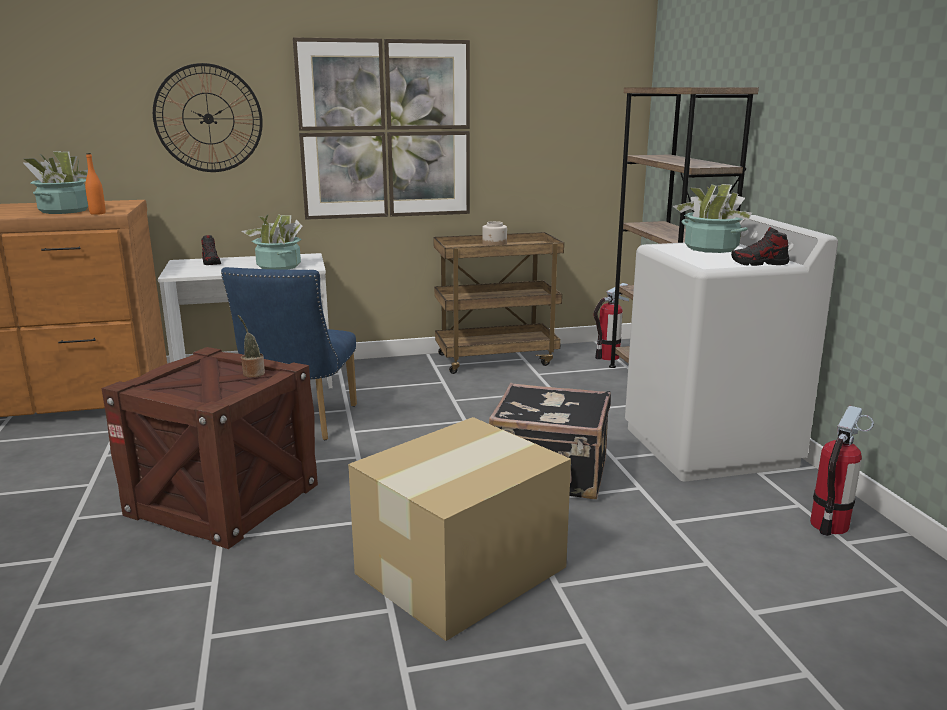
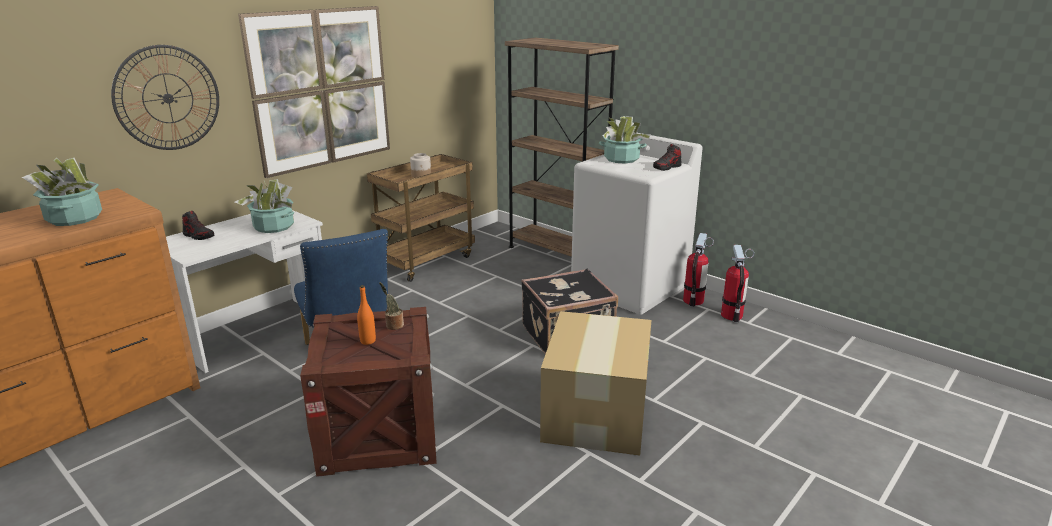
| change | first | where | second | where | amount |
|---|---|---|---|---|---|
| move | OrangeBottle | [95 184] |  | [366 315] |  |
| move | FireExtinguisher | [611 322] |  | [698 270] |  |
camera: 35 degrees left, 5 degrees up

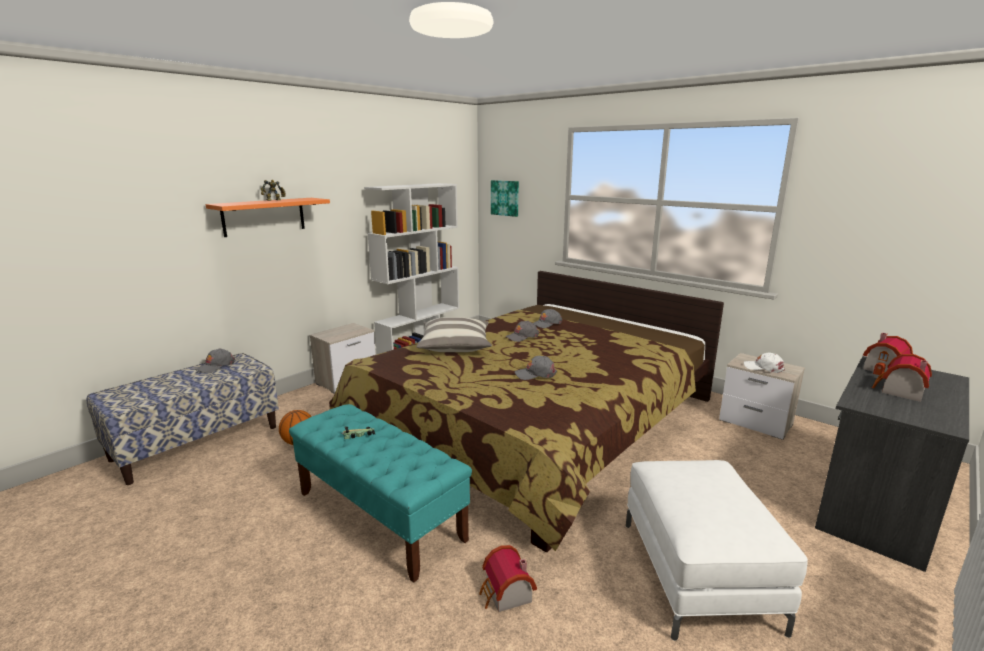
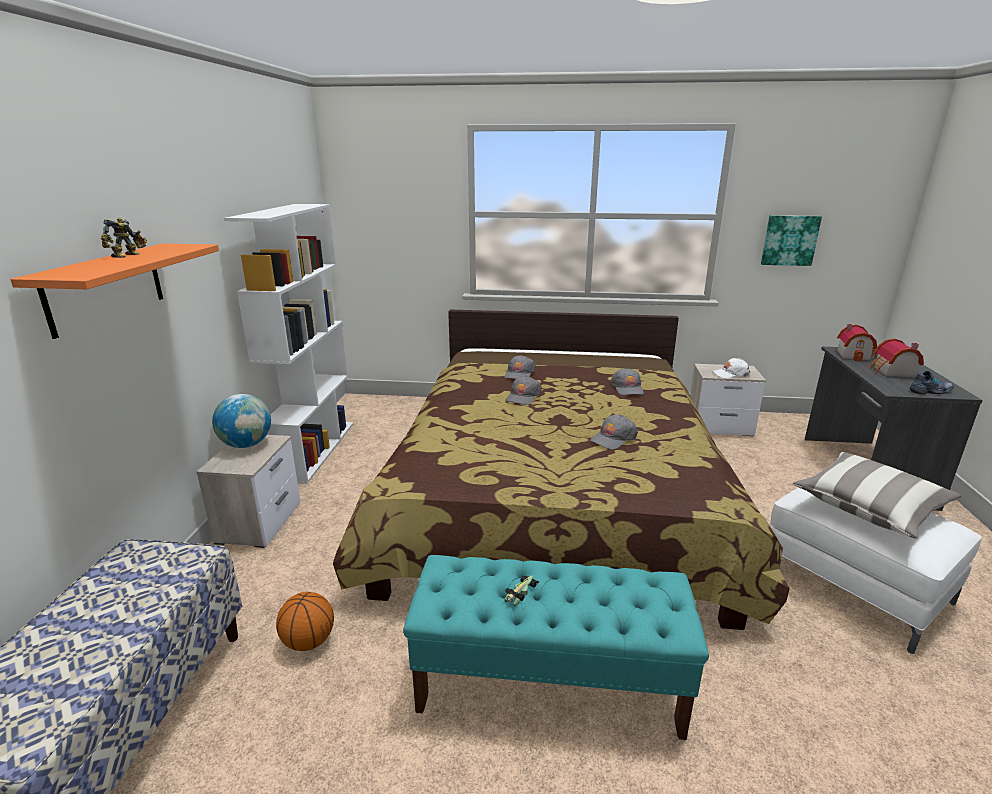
| change | first | where | second | where | amount |
|---|---|---|---|---|---|
| move | Picture | [505 198] |  | [791 240] |  |
| move | Pillow | [454 334] |  | [876 495] |  |
| move | GreyCap | [215 360] |  | [627 381] |  |
| delete | ToyHouse | [508 578] |  |  |  |
| insert |  |  | Shoe | [931 382] |  |
| insert |  |  | Globe | [241 421] |  |
camera: 35 degrees left, 5 degrees up

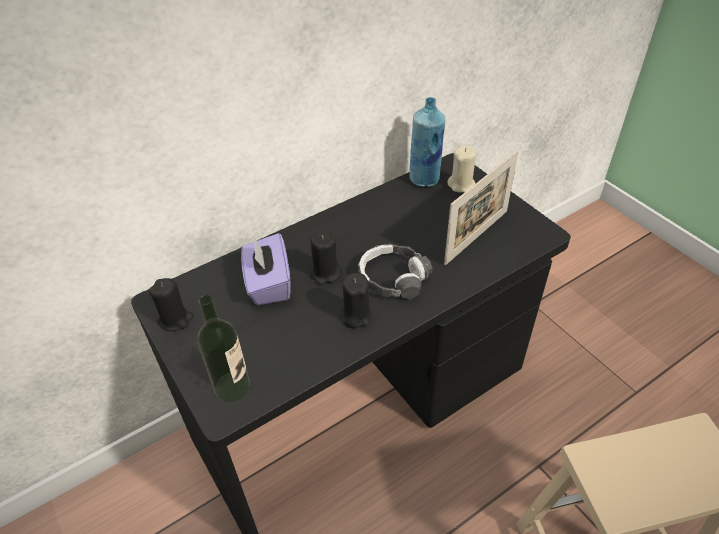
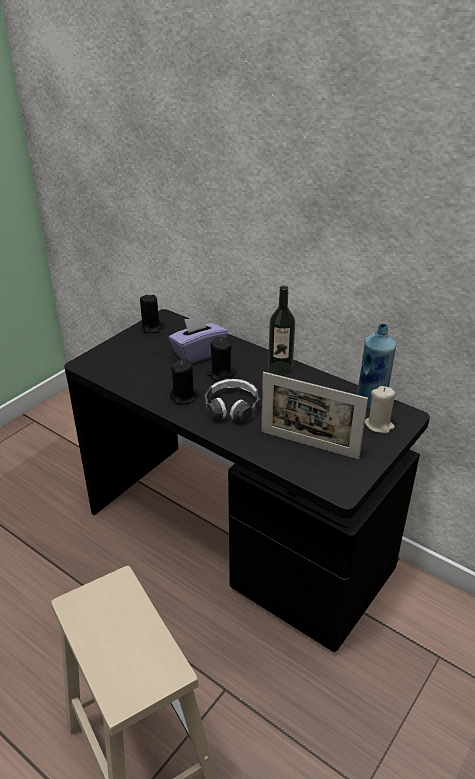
| change | first | where | second | where | amount |
|---|---|---|---|---|---|
| move | Bottle | [223 348] |  | [281 330] |  |
camera: 70 degrees right, 10 degrees down

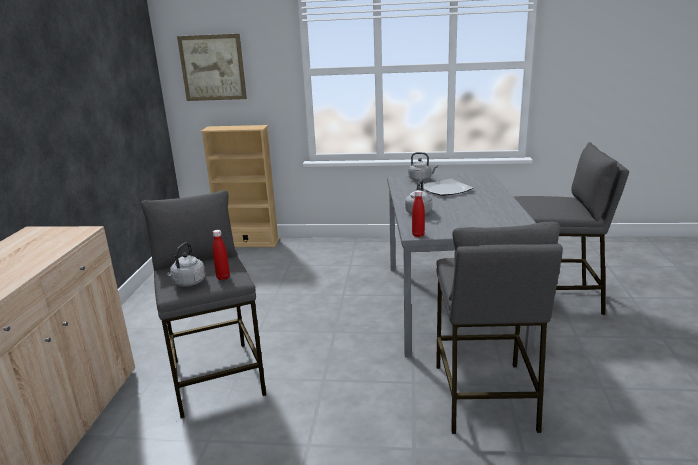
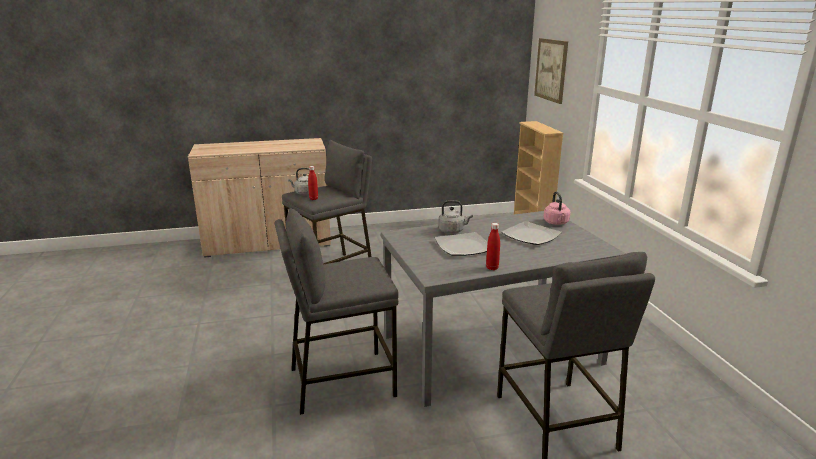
| change | first | where | second | where | amount |
|---|---|---|---|---|---|
| recolor | GreyKettle | [423 166] | PinkKettle | [557 208] |  |
| move | RedBottle | [418 213] |  | [493 246] |  |
| insert |  |  | Plate | [461 244] |  |
camera: 70 degrees right, 0 degrees up

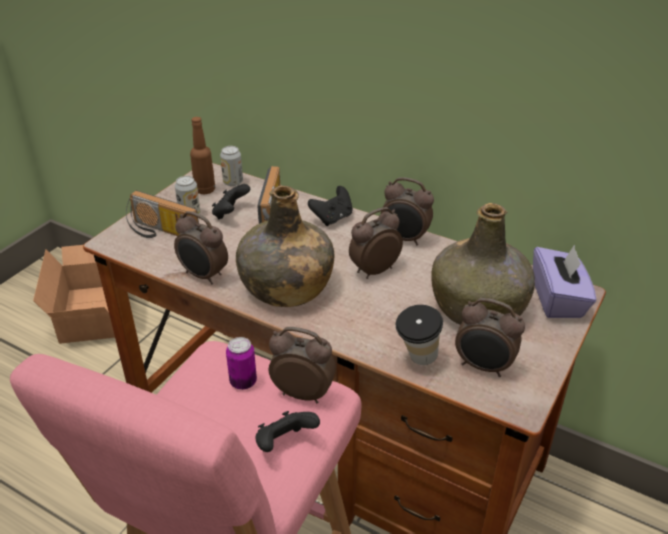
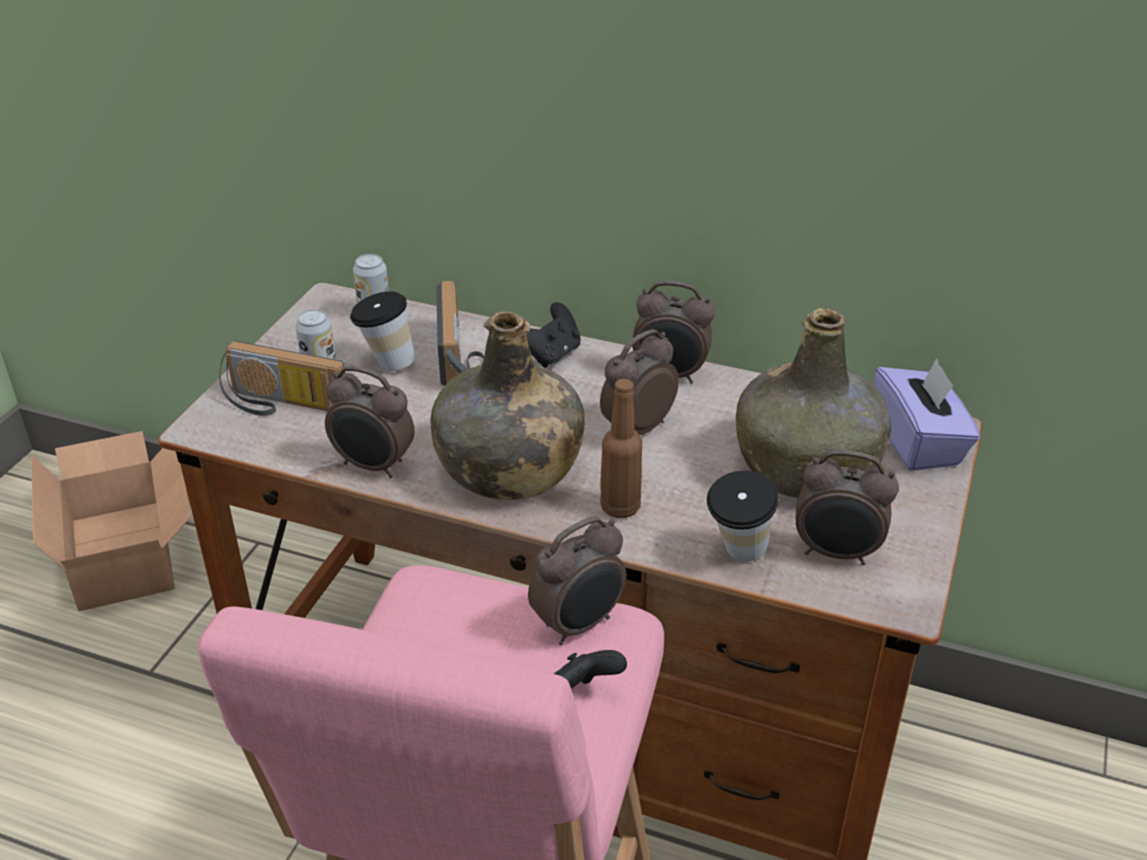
| change | first | where | second | where | amount |
|---|---|---|---|---|---|
| move | BrownBottle | [202 155] |  | [621 448] |  |
| replace | BlackGameController | [231 202] | Cup | [382 331] |  |
| rotate | AlarmClock | [302 365] |  | [577 580] | 135 degrees clockwise |
| delete | Can | [241 363] |  |  |  |
camera: 10 degrees left, 0 degrees up

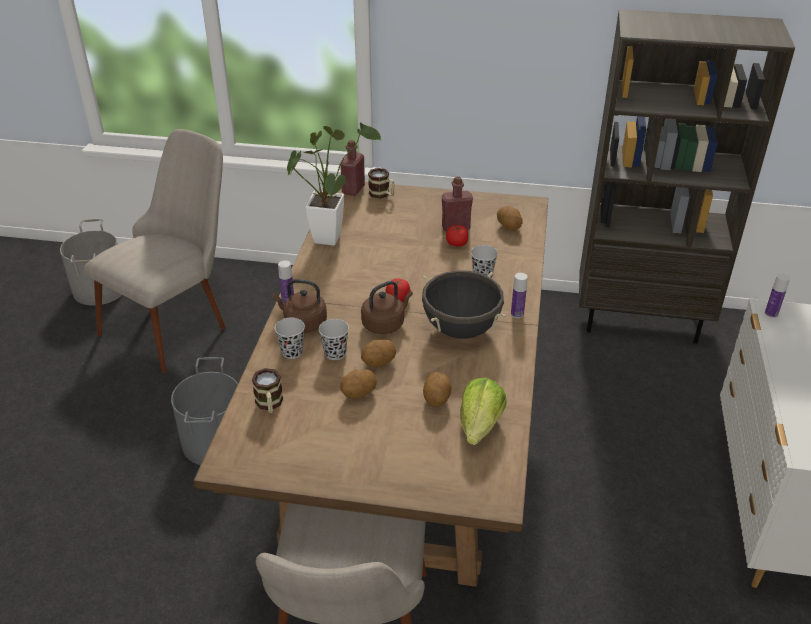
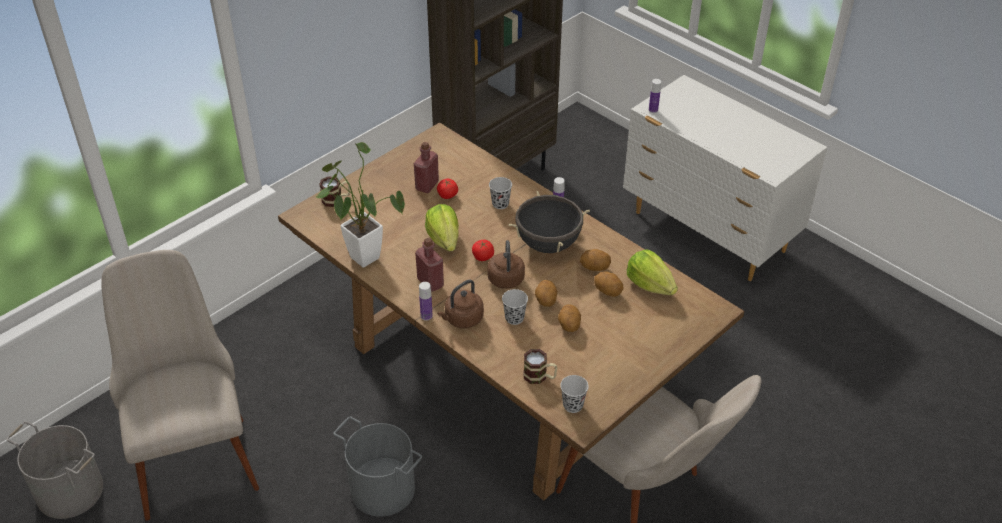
| change | first | where | second | where | amount |
|---|---|---|---|---|---|
| move | RedBottle | [352 168] |  | [429 265] |  |
| move | Potato | [510 218] |  | [595 260] |  |
| move | BlackCup | [289 338] |  | [574 394] |  |
| insert |  |  | Lettuce | [442 228] |  |
camera: 55 degrees left, 5 degrees up

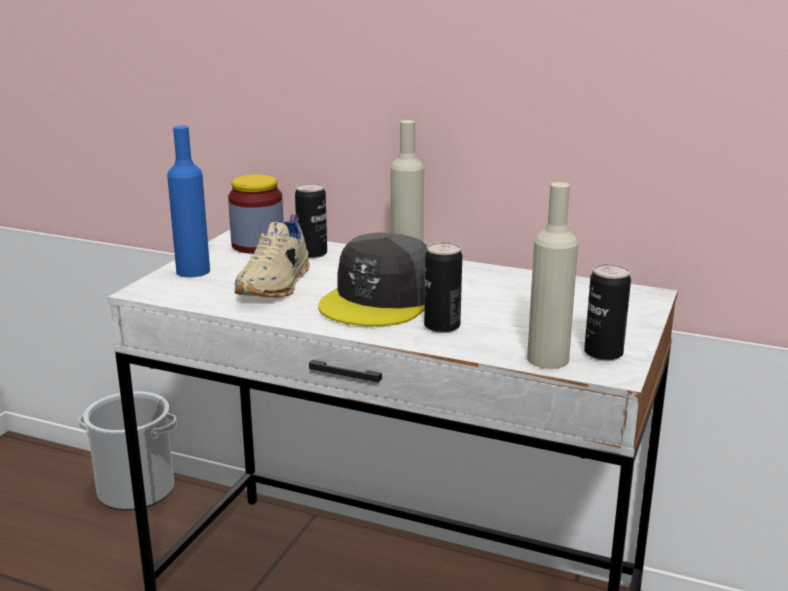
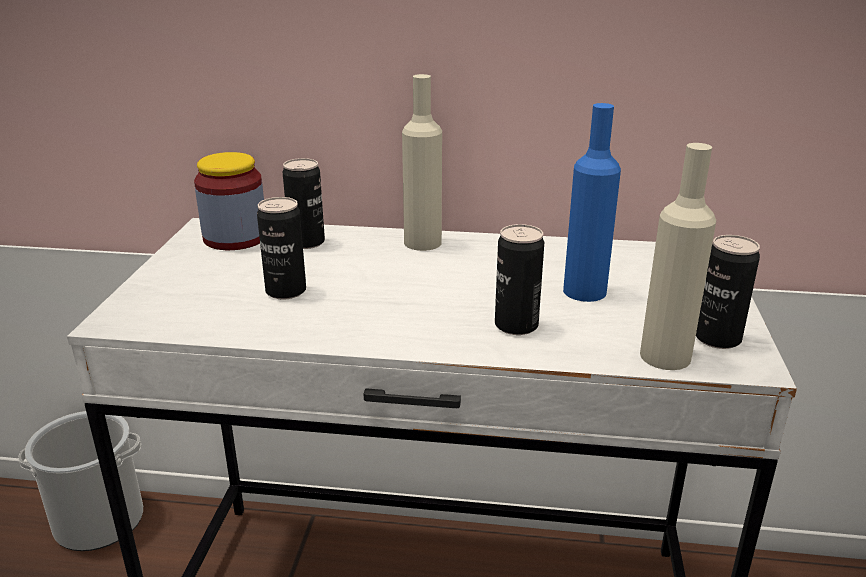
| change | first | where | second | where | amount |
|---|---|---|---|---|---|
| move | BlueBottle | [188 201] |  | [592 202] |  |
| replace | BeigeShoe | [272 256] | Can | [281 248] |  |
| delete | GreyCap | [372 279] |  |  |  |
camera: 15 degrees left, 5 degrees up

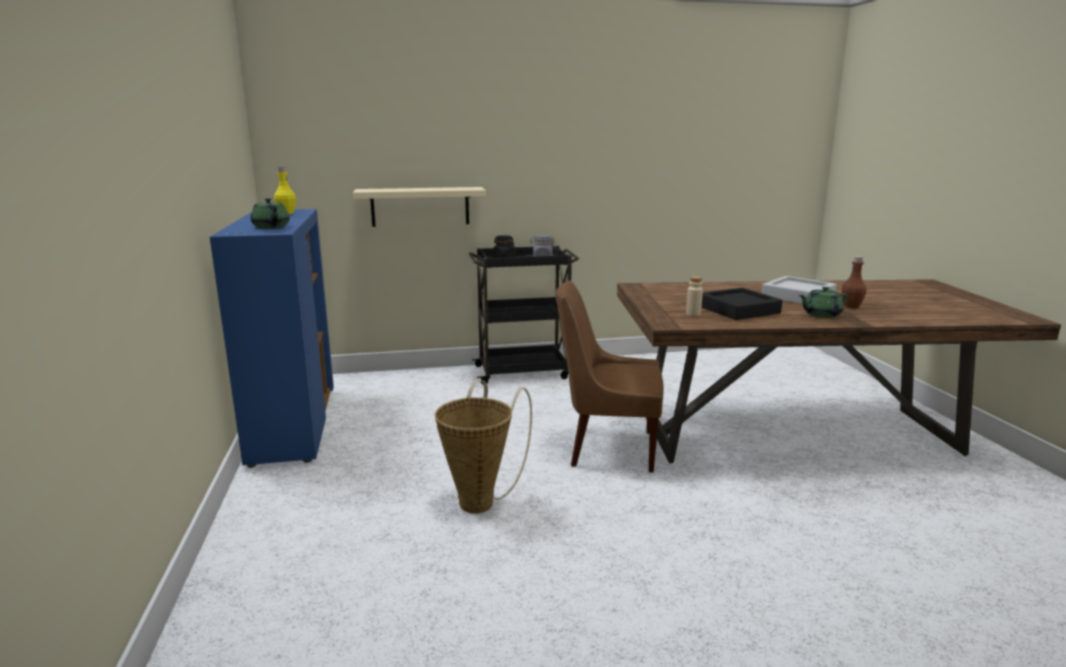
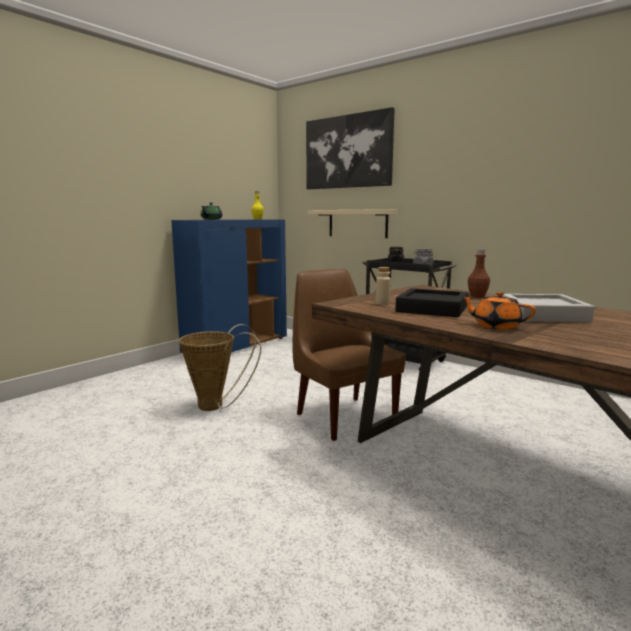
| change | first | where | second | where | amount |
|---|---|---|---|---|---|
| move | BrownBottle | [854 282] |  | [479 274] |  |
| recolor | GreenTeapot | [823 302] | OrangeTeapot | [498 310] |  |
| insert |  |  | Picture | [350 148] |  |
camera: 50 degrees right, 5 degrees down

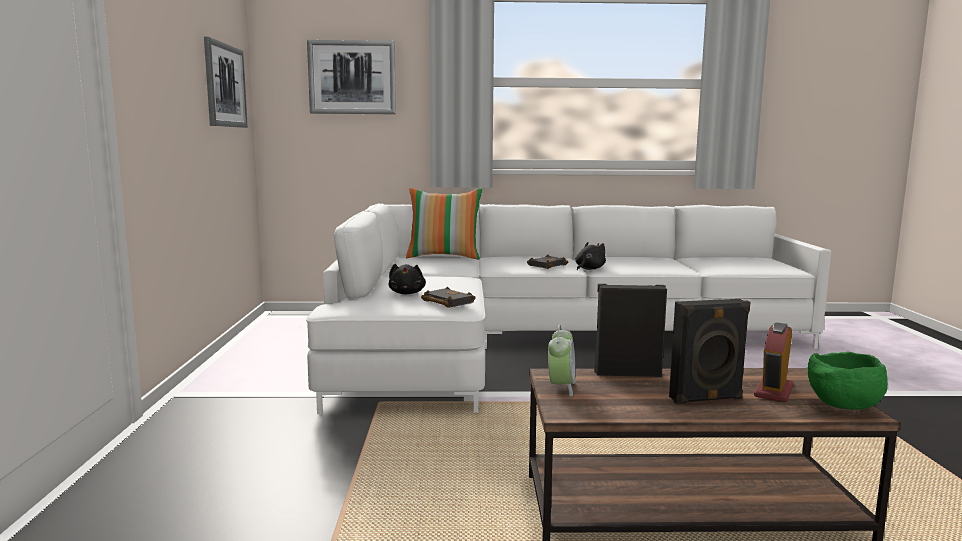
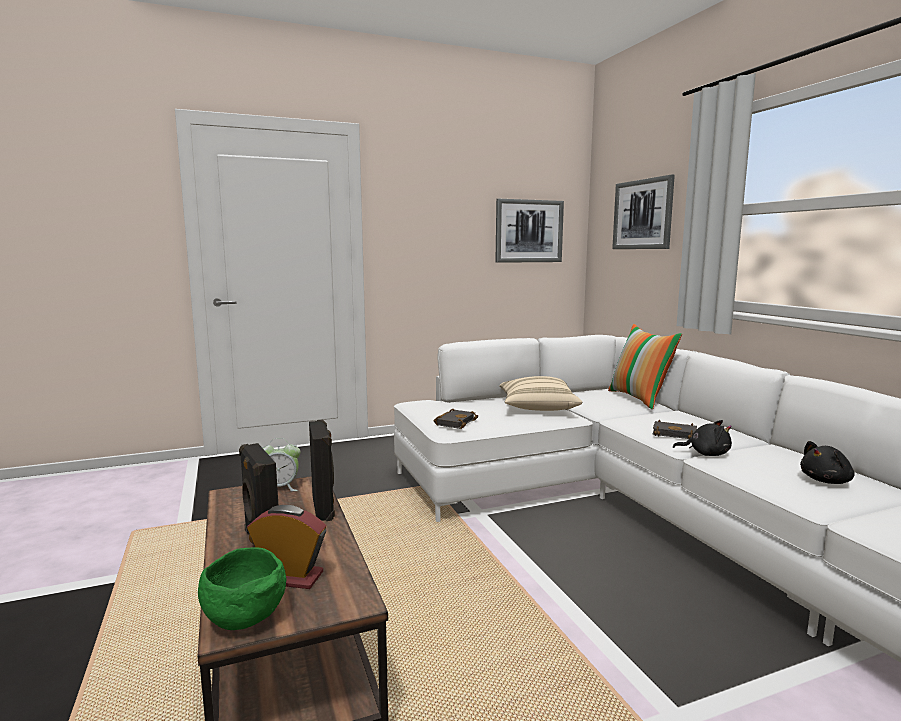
| change | first | where | second | where | amount |
|---|---|---|---|---|---|
| move | BlackPlushToy | [407 279] |  | [827 462] |  |
| insert |  |  | BeigePillow | [540 393] |  |
camera: 70 degrees right, 0 degrees up

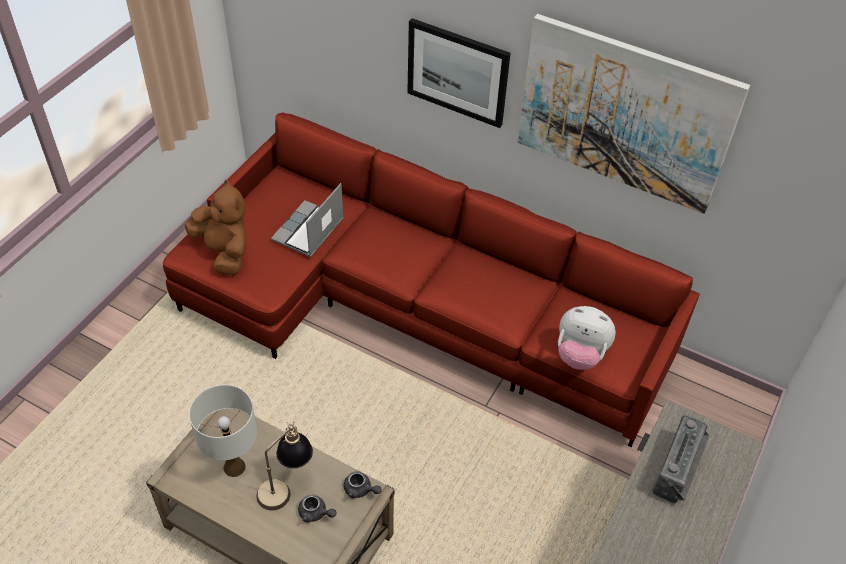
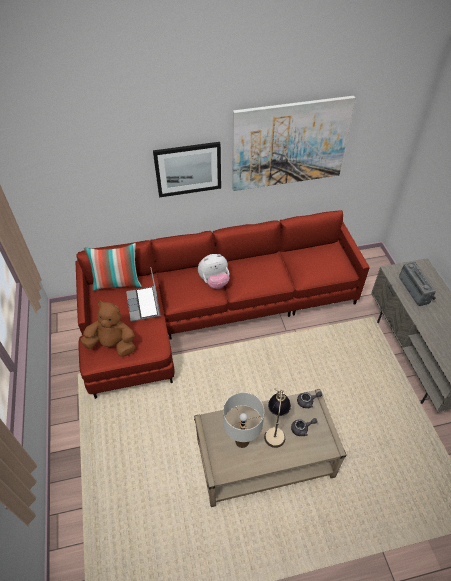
| change | first | where | second | where | amount |
|---|---|---|---|---|---|
| move | PlushToy | [587 338] |  | [214 271] |  |
| insert |  |  | Pillow | [113 267] |  |
camera: 40 degrees left, 0 degrees up

